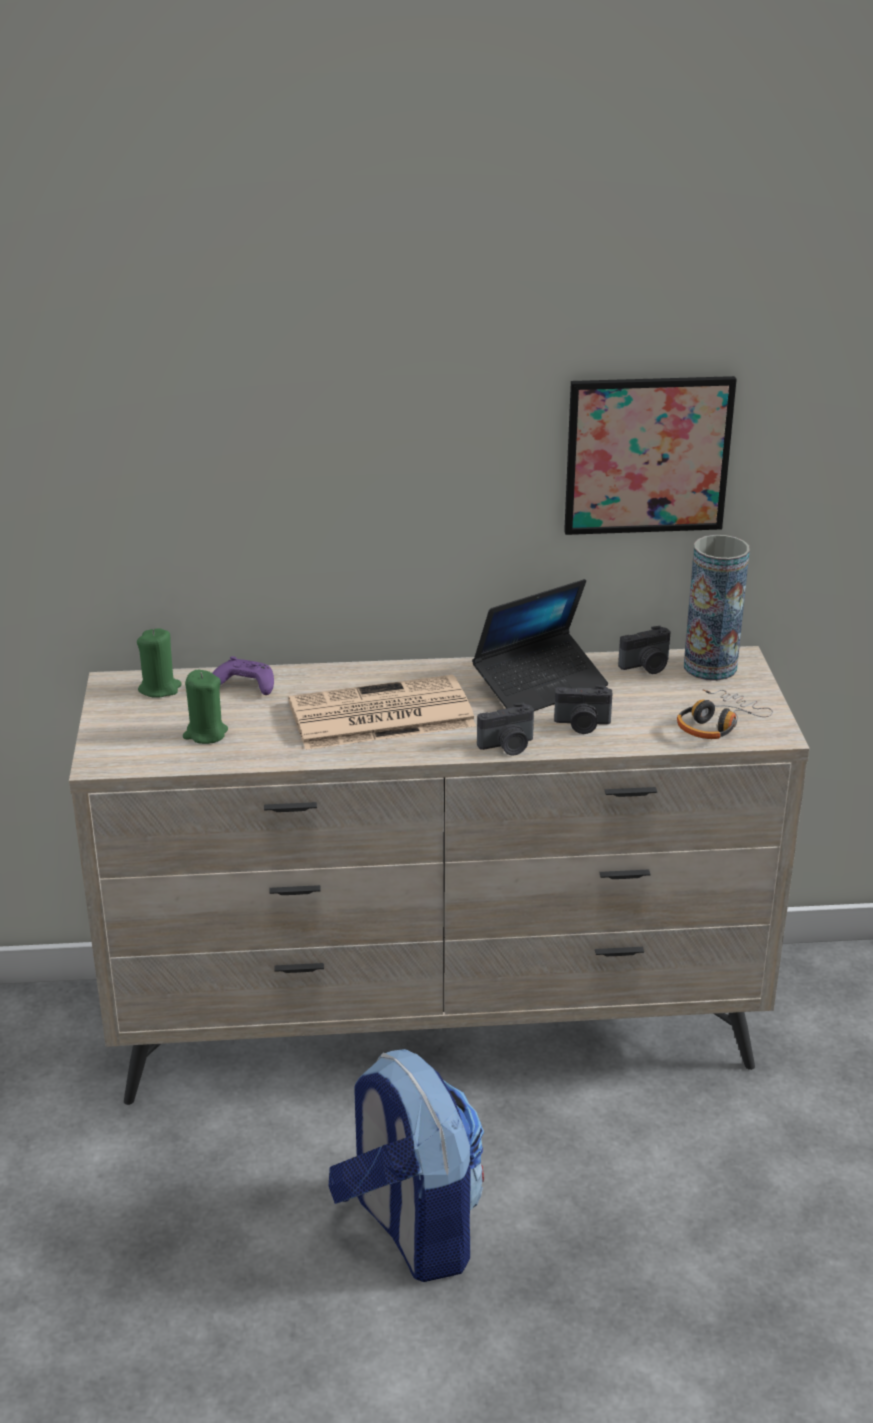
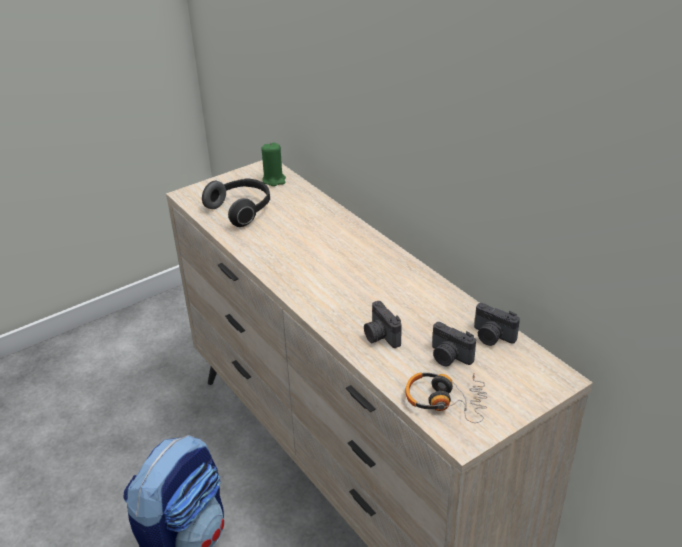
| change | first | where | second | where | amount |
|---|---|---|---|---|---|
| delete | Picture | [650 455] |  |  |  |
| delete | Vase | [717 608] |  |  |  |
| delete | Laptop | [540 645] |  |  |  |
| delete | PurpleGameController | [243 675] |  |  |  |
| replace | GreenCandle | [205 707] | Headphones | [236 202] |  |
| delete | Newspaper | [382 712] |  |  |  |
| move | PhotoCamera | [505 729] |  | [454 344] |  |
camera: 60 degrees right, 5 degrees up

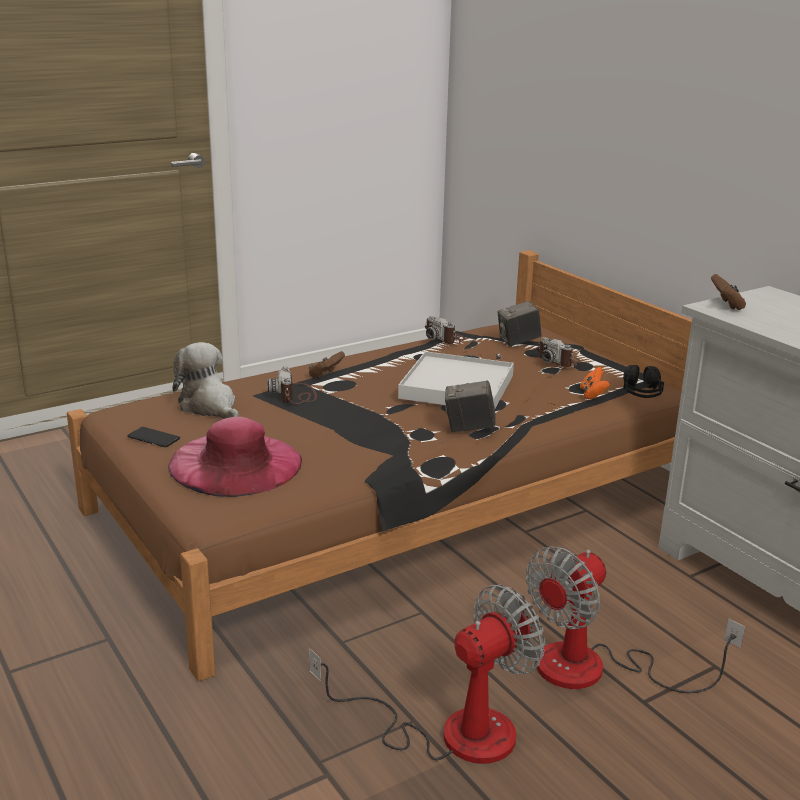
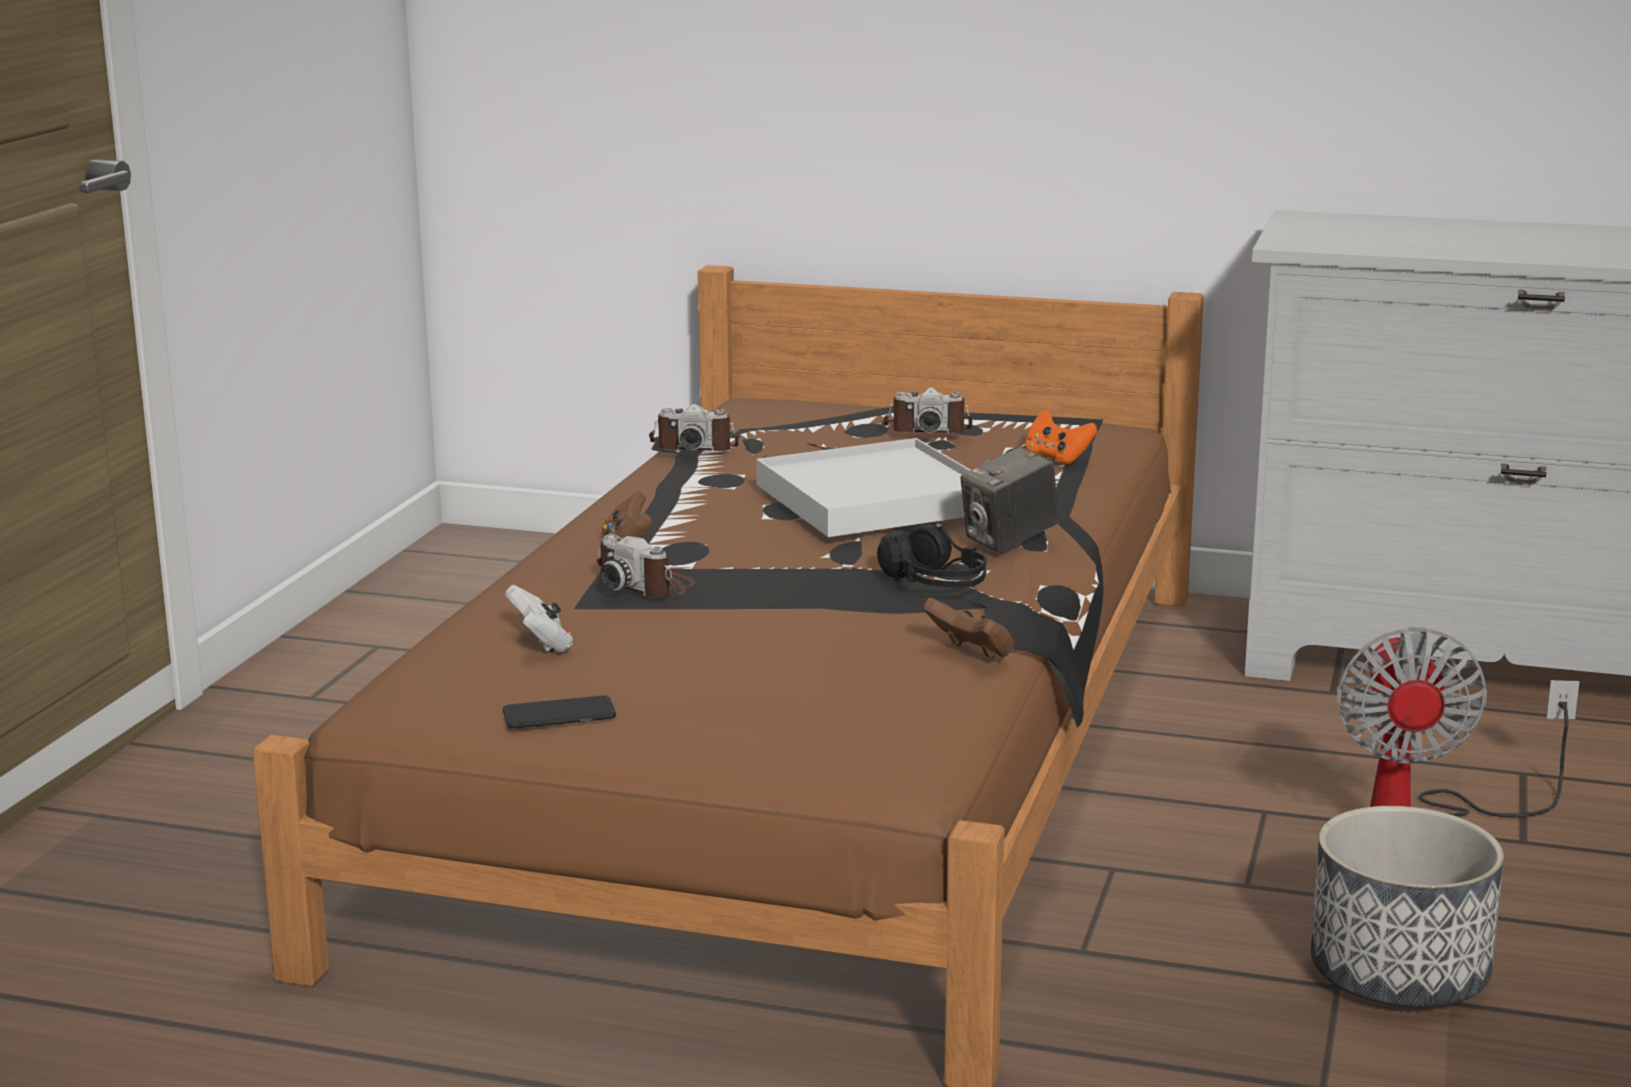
| change | first | where | second | where | amount |
|---|---|---|---|---|---|
| move | BrownGameController | [728 292] |  | [968 628] |  |
| delete | PhotoCamera | [519 323] |  |  |  |
| replace | PlushToy | [205 380] | WhiteGameController | [539 618] |  |
| move | BlackHeadphones | [643 381] |  | [932 555] |  |
| delete | PinkHat | [235 457] |  |  |  |
| replace | Fan | [427 674] | Planter | [1407 906] |  |
camera: 40 degrees left, 5 degrees down

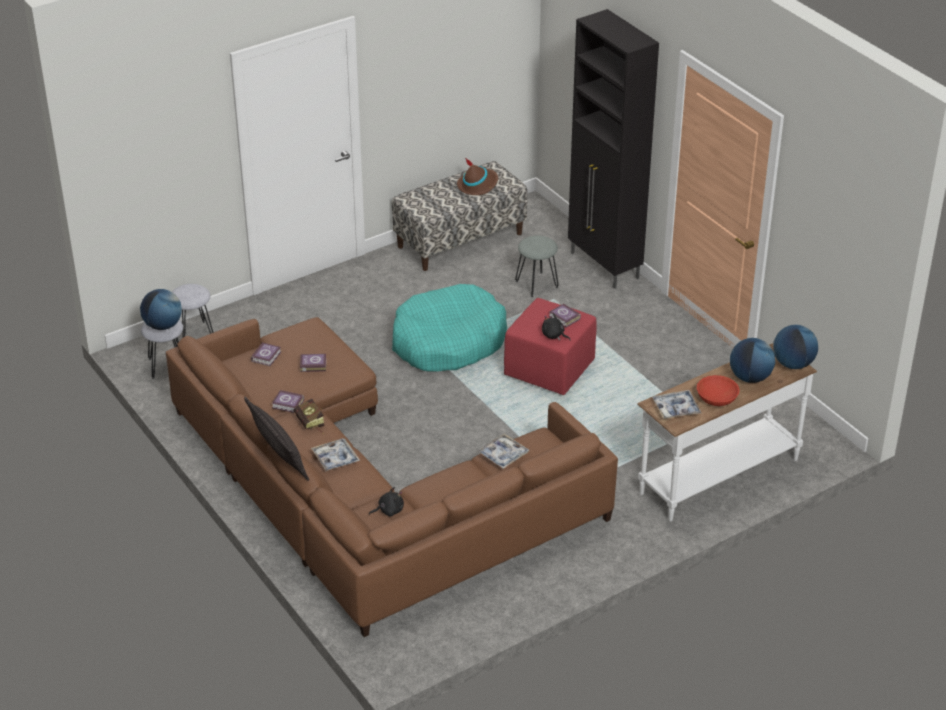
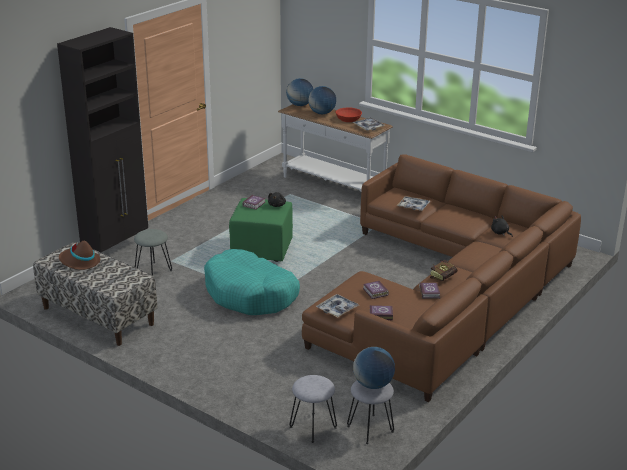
| change | first | where | second | where | amount |
|---|---|---|---|---|---|
| recolor | RedOttoman | [550 346] | GreenOttoman | [261 230] |  |
| delete | Pillow | [276 439] |  |  |  |
| move | Tray | [335 454] |  | [337 306] |  |
camera: 110 degrees left, 10 degrees down

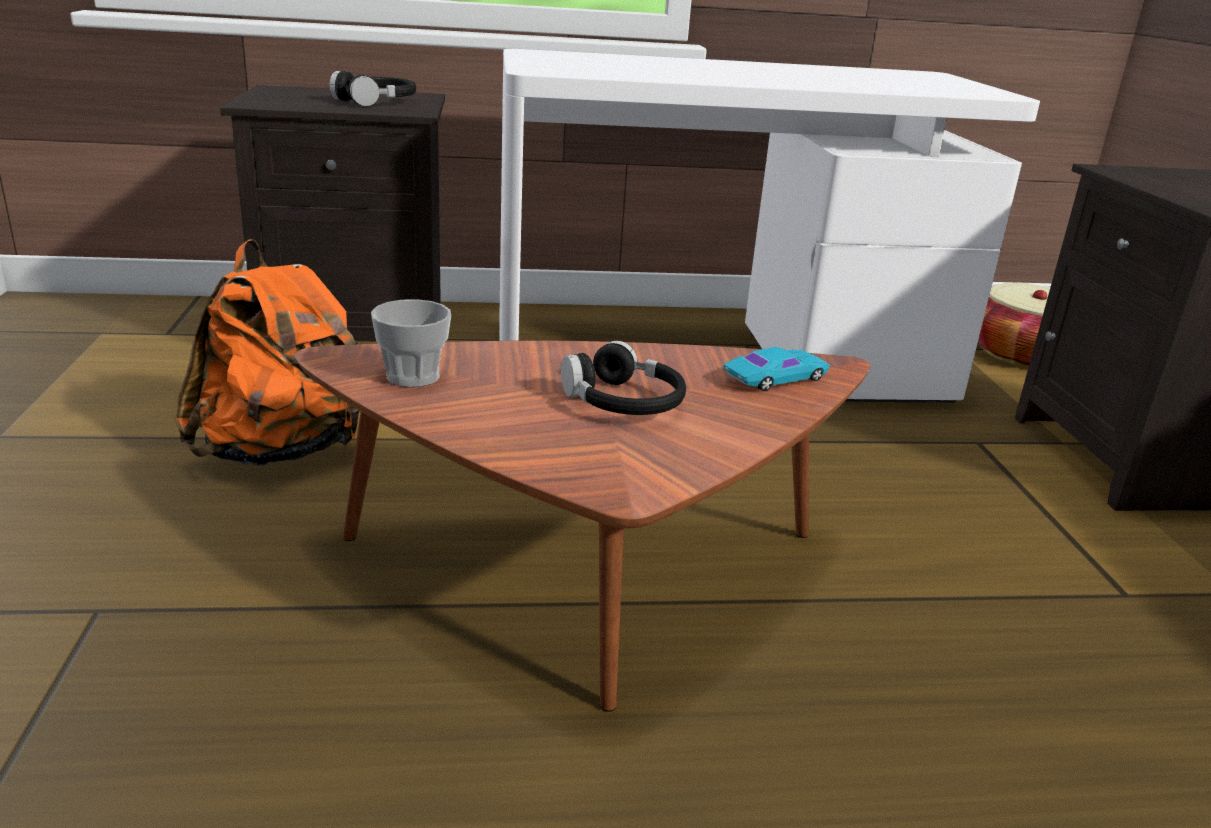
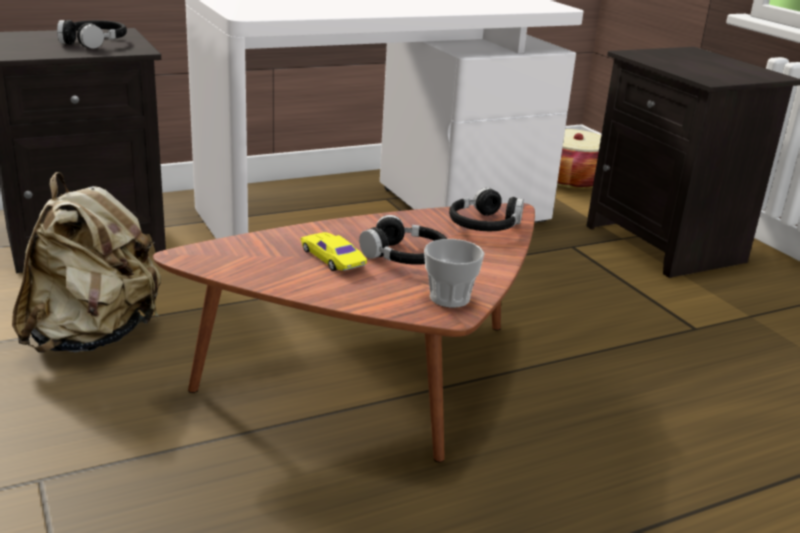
| change | first | where | second | where | amount |
|---|---|---|---|---|---|
| recolor | OrangeBackpack | [267 352] | BeigeBackpack | [86 262] |  |
| move | Cup | [411 343] |  | [454 273] |  |
| replace | TurquoiseToyCar | [776 368] | BlackHeadphones | [486 209] |  |
| insert |  |  | YellowToyCar | [334 251] |  |
camera: 20 degrees left, 0 degrees up

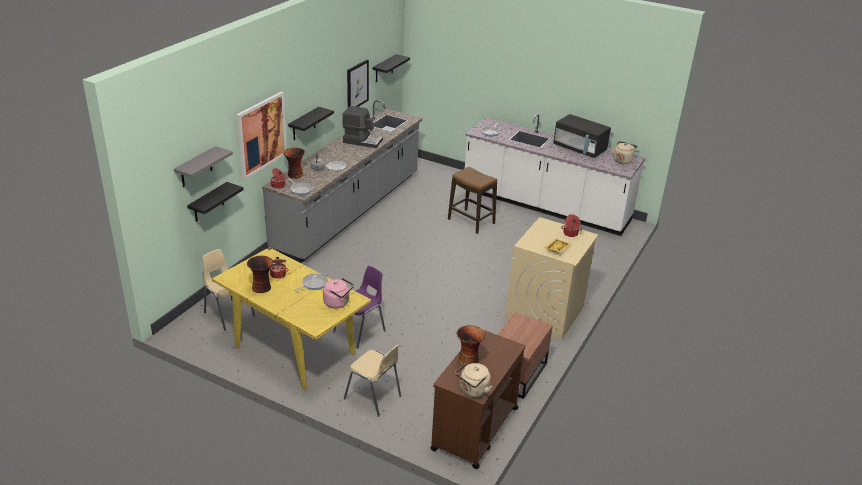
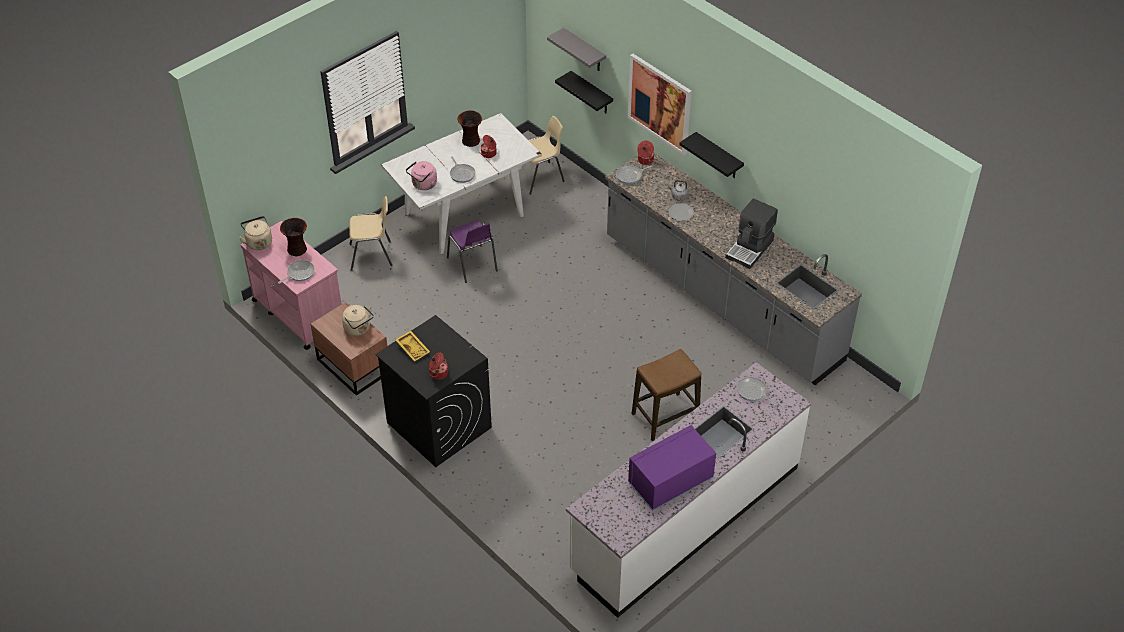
| change | first | where | second | where | amount |
|---|---|---|---|---|---|
| delete | BlackShelf | [391 68] |  |  |  |
| delete | Picture | [358 83] |  |  |  |
| recolor | BlackMicrowave | [582 136] | PurpleMicrowave | [672 468] |  |
| move | BeigeKettle | [624 152] |  | [358 320] |  |
| delete | Vase | [294 163] |  |  |  |
| recolor | BeigeWashingMachine | [551 278] | BlackWashingMachine | [433 391] |  |
| recolor | YellowDiningTable | [291 318] | WhiteDiningTable | [461 184] |  |
| recolor | BrownCart | [477 399] | PinkCart | [291 285] |  |
| rotate | BeigeChair | [372 380] |  | [371 233] | 150 degrees counterclockwise |
| insert |  |  | FryingPan | [296 272] |  |
camera: 110 degrees right, 15 degrees up

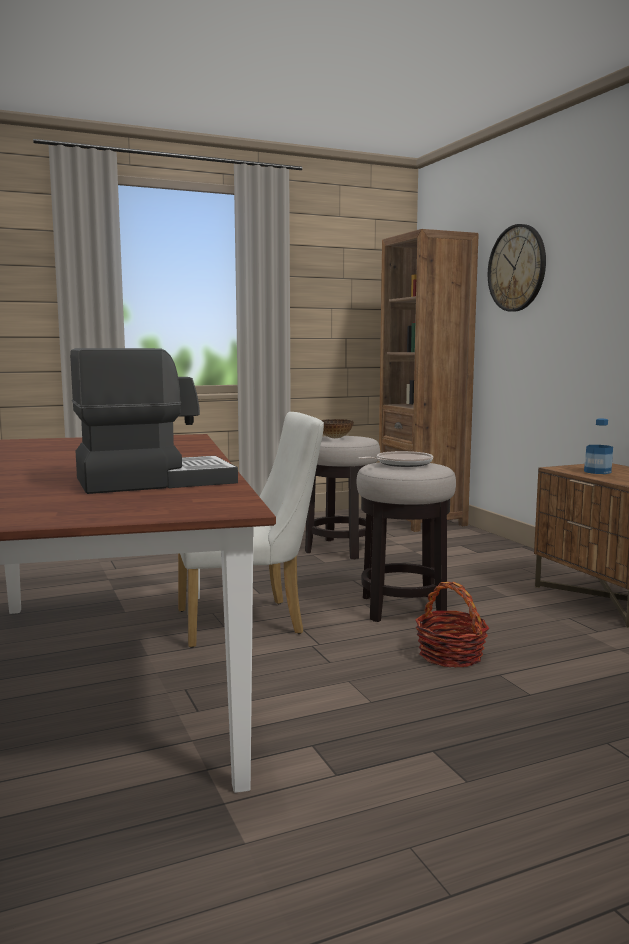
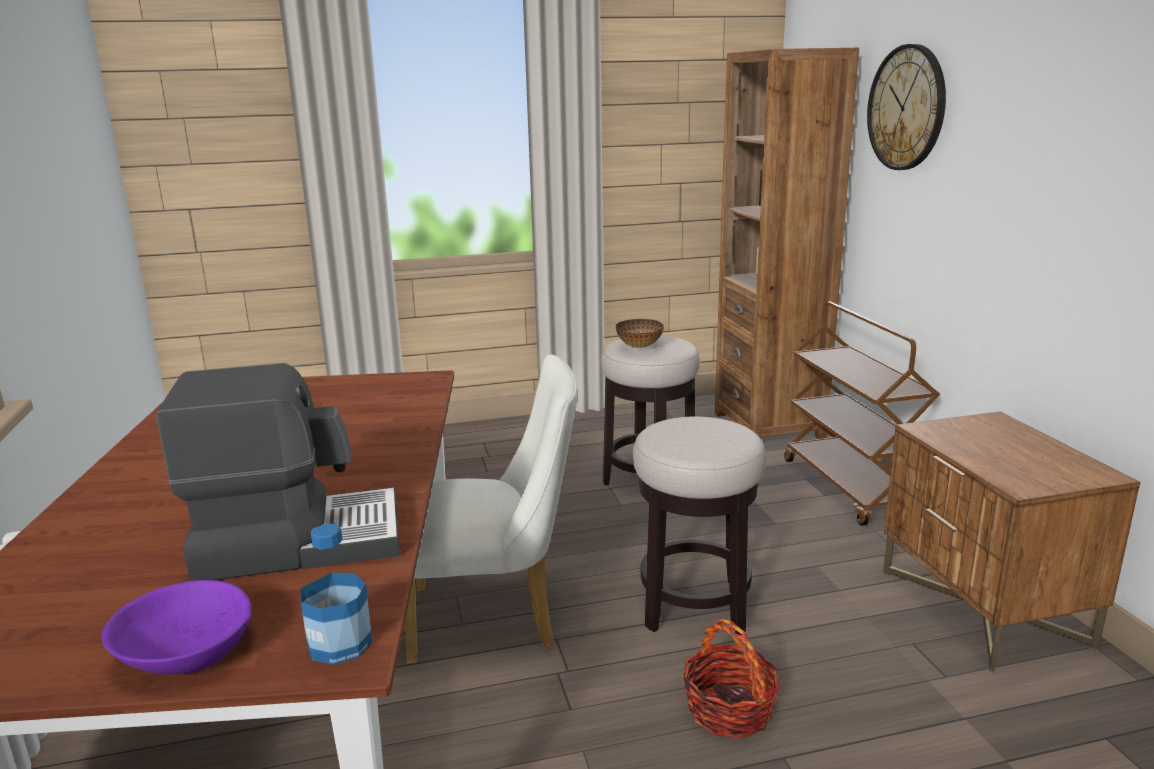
| change | first | where | second | where | amount |
|---|---|---|---|---|---|
| move | Bottle | [598 446] |  | [336 594] |  |
| delete | FryingPan | [395 459] |  |  |  |
| insert |  |  | BrownCart | [862 413] |  |
| insert |  |  | PurpleBowl | [177 627] |  |
camera: 10 degrees right, 10 degrees up

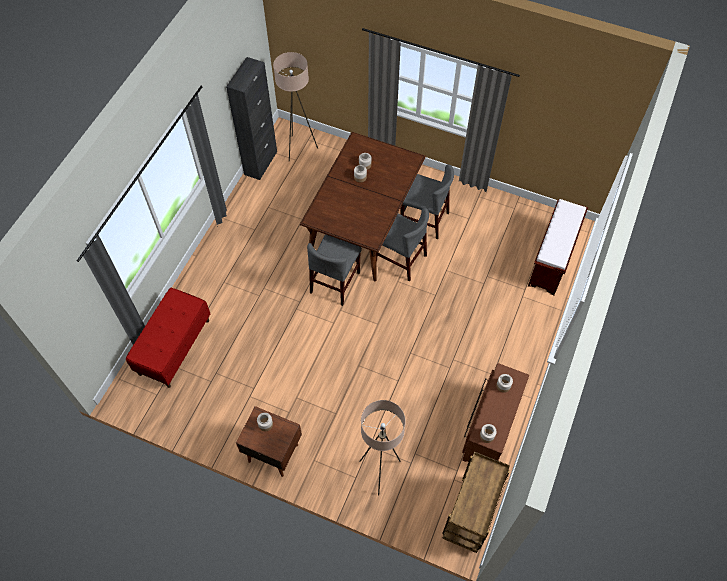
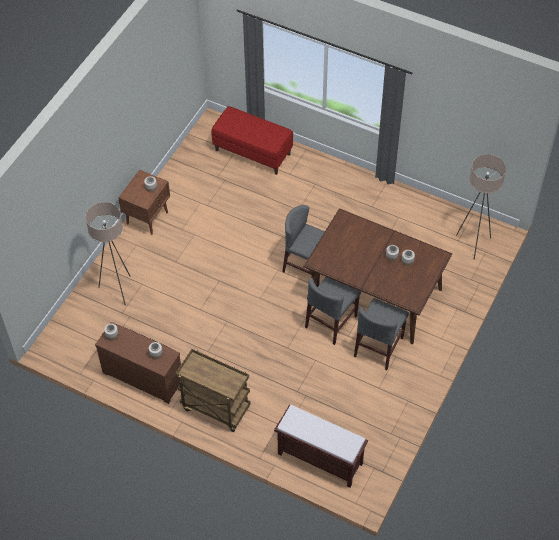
| change | first | where | second | where | amount |
|---|---|---|---|---|---|
| delete | BlackCabinet | [251 118] |  |  |  |
| move | BrownCart | [476 502] |  | [213 390] |  |
camera: 95 degrees right, 5 degrees down

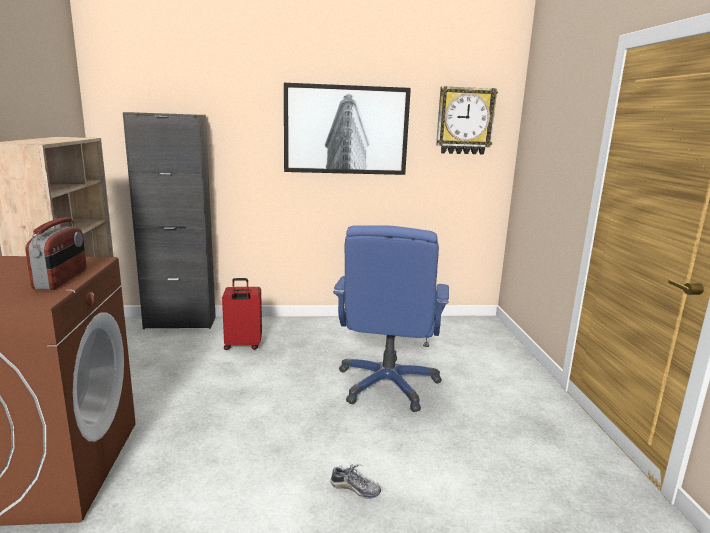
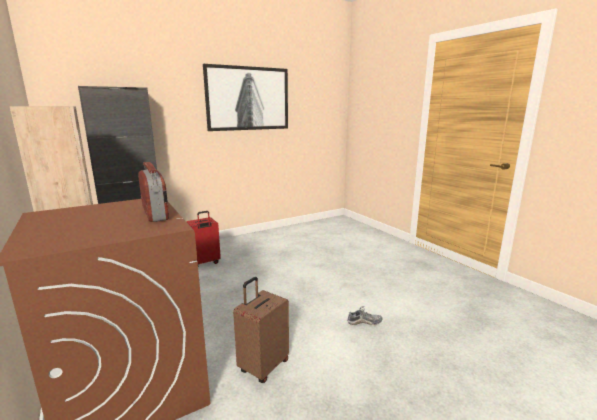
| change | first | where | second | where | amount |
|---|---|---|---|---|---|
| delete | WallClock | [467 120] |  |  |  |
| delete | BlueOfficeChair | [391 318] |  |  |  |
| insert |  |  | BrownSuitcase | [261 330] |  |
camera: 25 degrees left, 0 degrees up

